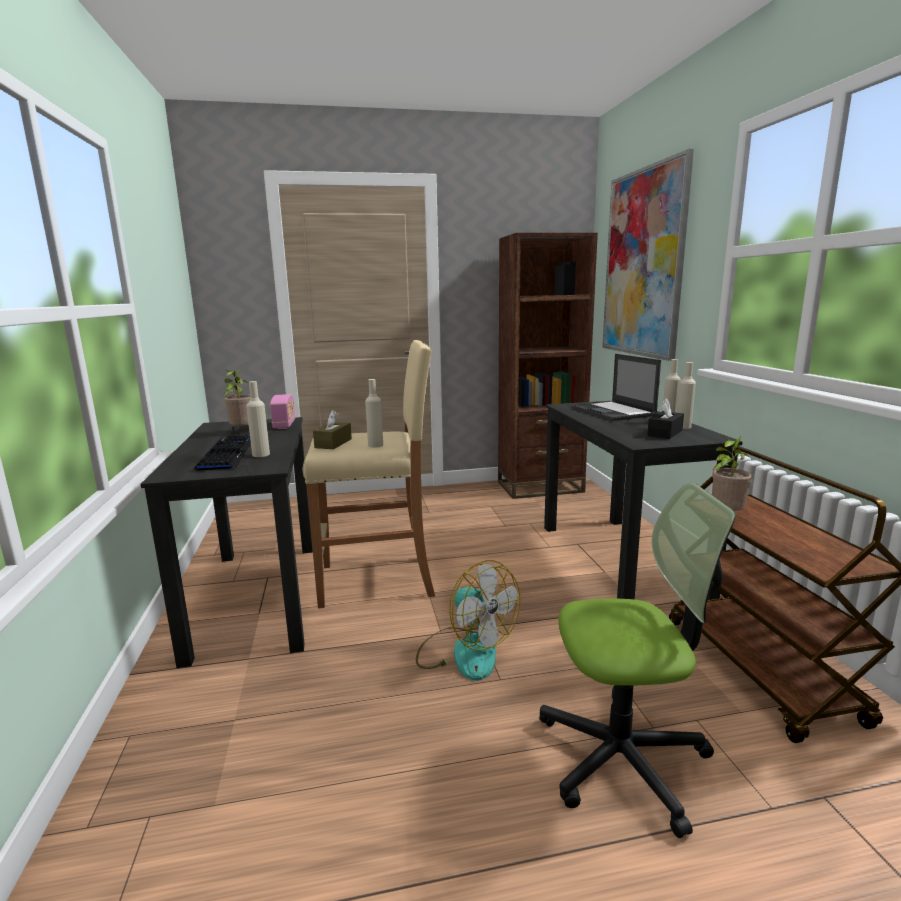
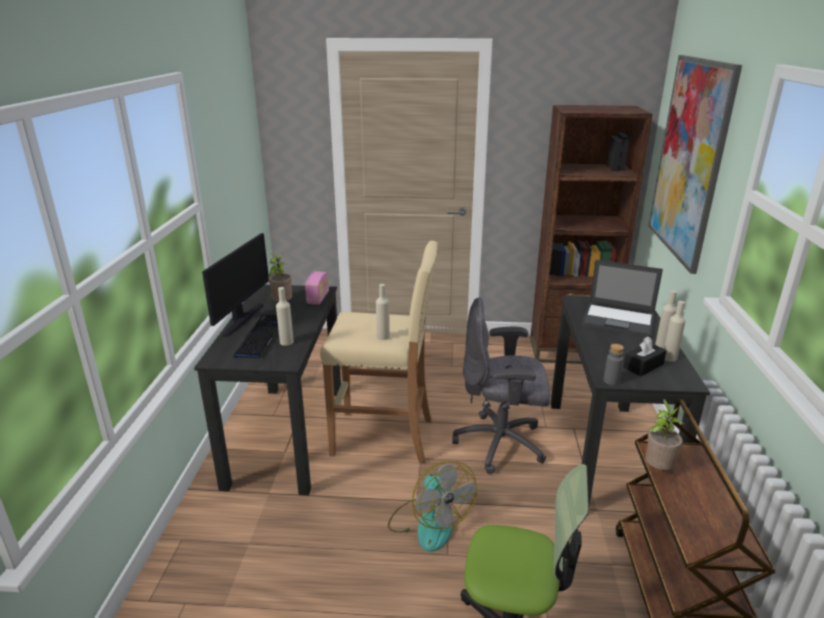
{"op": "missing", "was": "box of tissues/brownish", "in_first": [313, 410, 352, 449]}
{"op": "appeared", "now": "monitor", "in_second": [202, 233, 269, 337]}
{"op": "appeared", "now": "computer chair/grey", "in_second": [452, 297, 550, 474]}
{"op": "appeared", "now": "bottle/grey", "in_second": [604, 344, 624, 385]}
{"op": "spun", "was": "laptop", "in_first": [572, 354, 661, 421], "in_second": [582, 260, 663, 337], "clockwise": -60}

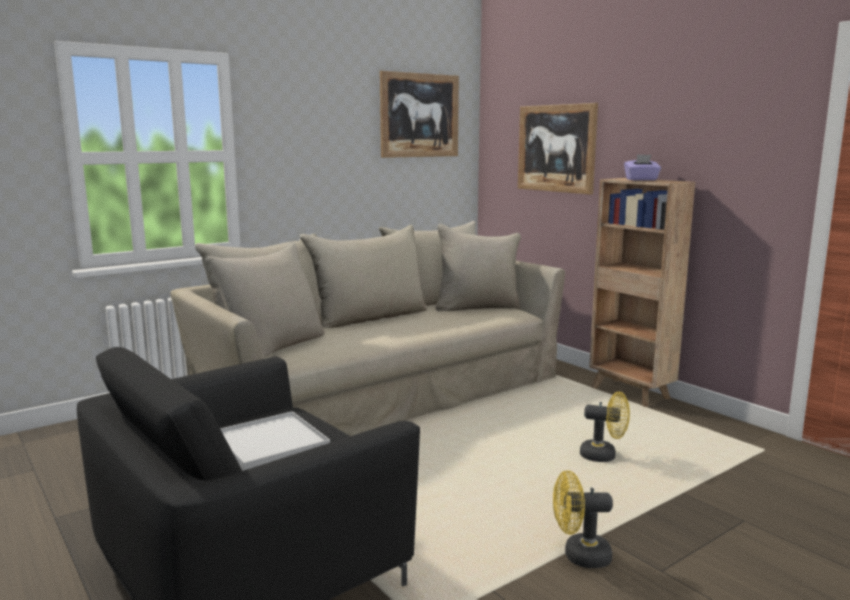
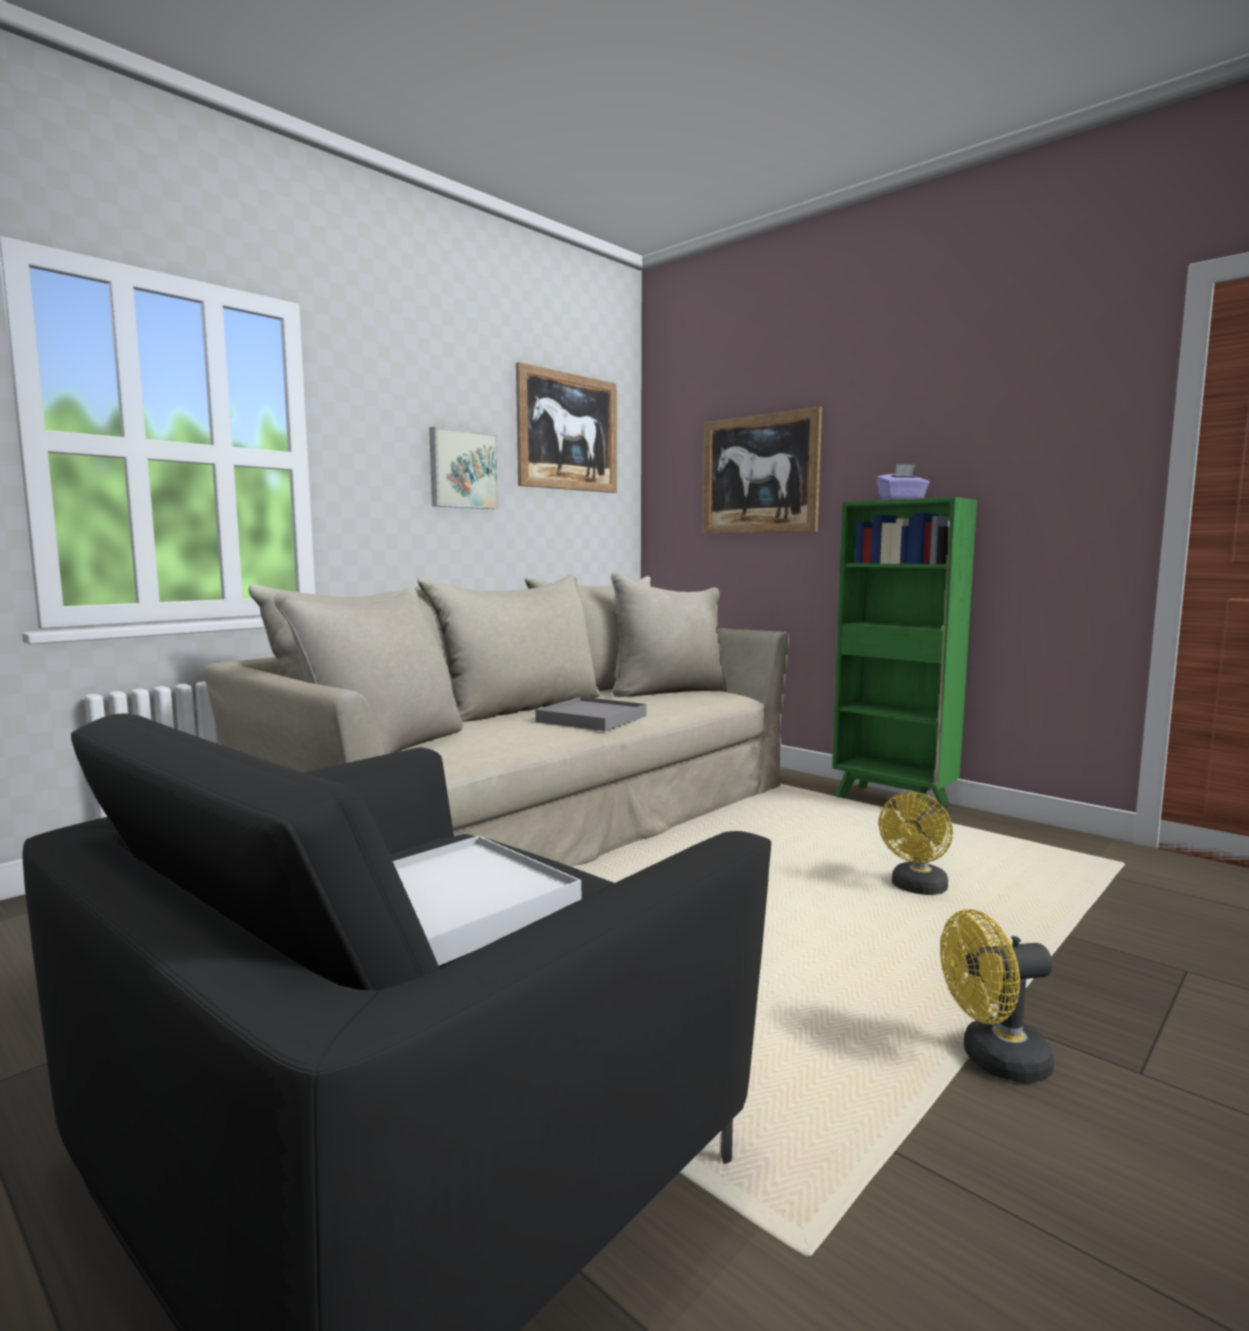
{"op": "appeared", "now": "wall picture", "in_second": [429, 426, 499, 509]}
{"op": "appeared", "now": "carrying tray/grey", "in_second": [535, 697, 647, 731]}
{"op": "colour", "was": "shelving unit/brownish", "now": "shelving unit/greenish", "in_first": [589, 178, 695, 407], "in_second": [832, 497, 977, 806]}
{"op": "spun", "was": "fan/yellow", "in_first": [580, 392, 630, 462], "in_second": [879, 792, 953, 895], "clockwise": 120}

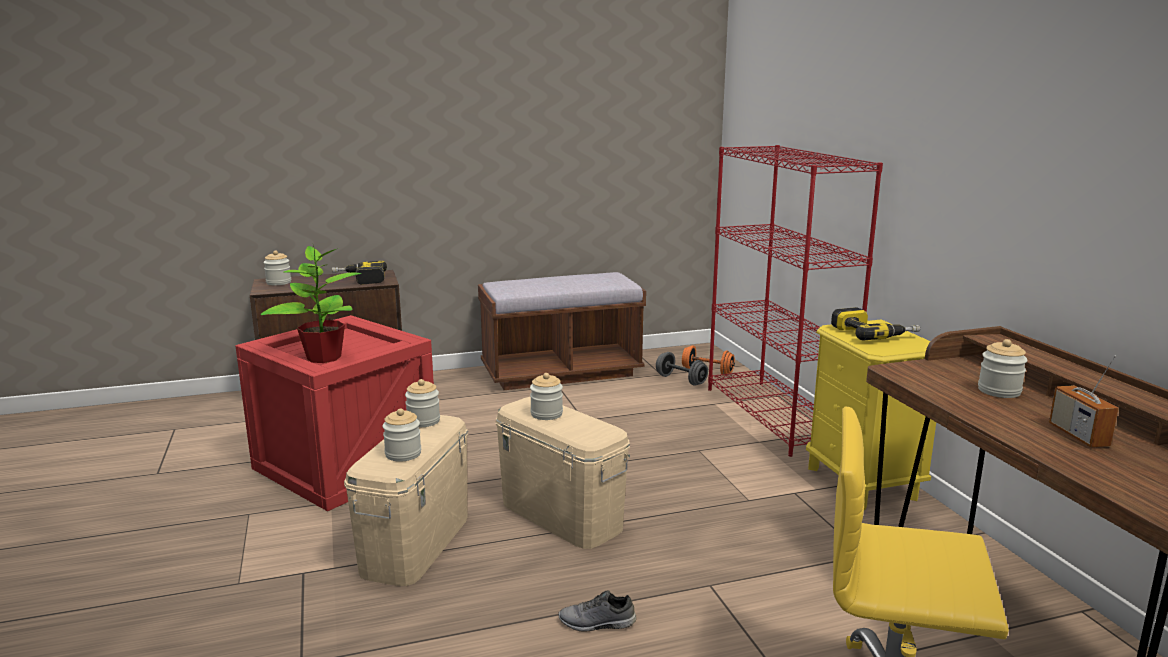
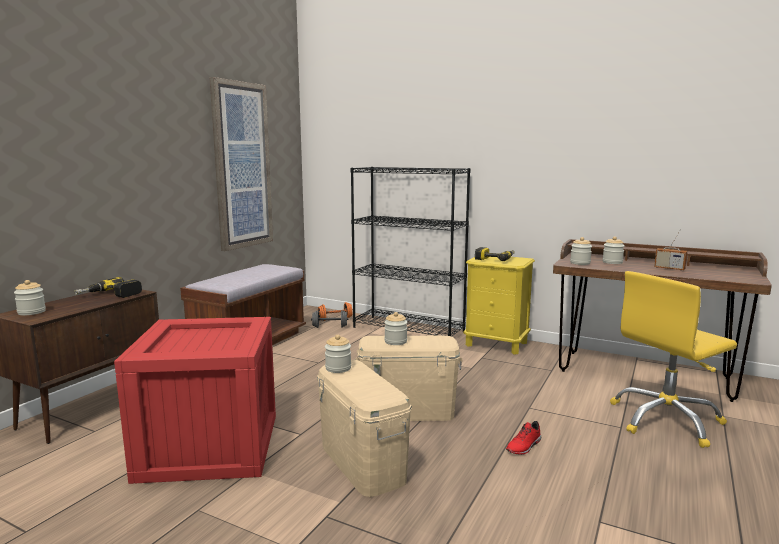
{"op": "missing", "was": "houseplant", "in_first": [260, 245, 361, 363]}
{"op": "appeared", "now": "wall picture", "in_second": [210, 77, 273, 251]}
{"op": "relocated", "was": "jar", "in_first": [383, 408, 421, 462], "in_second": [570, 237, 592, 265]}
{"op": "colour", "was": "item of footwear/grey", "now": "item of footwear/reddish", "in_first": [558, 590, 636, 632], "in_second": [506, 421, 541, 455]}
{"op": "colour", "was": "shelving unit/reddish", "now": "shelving unit/blackish", "in_first": [708, 145, 883, 457], "in_second": [351, 167, 471, 336]}

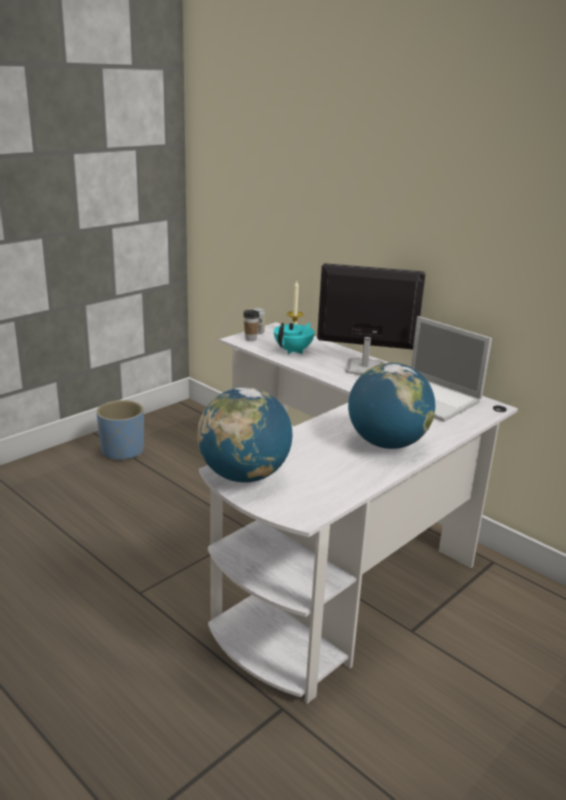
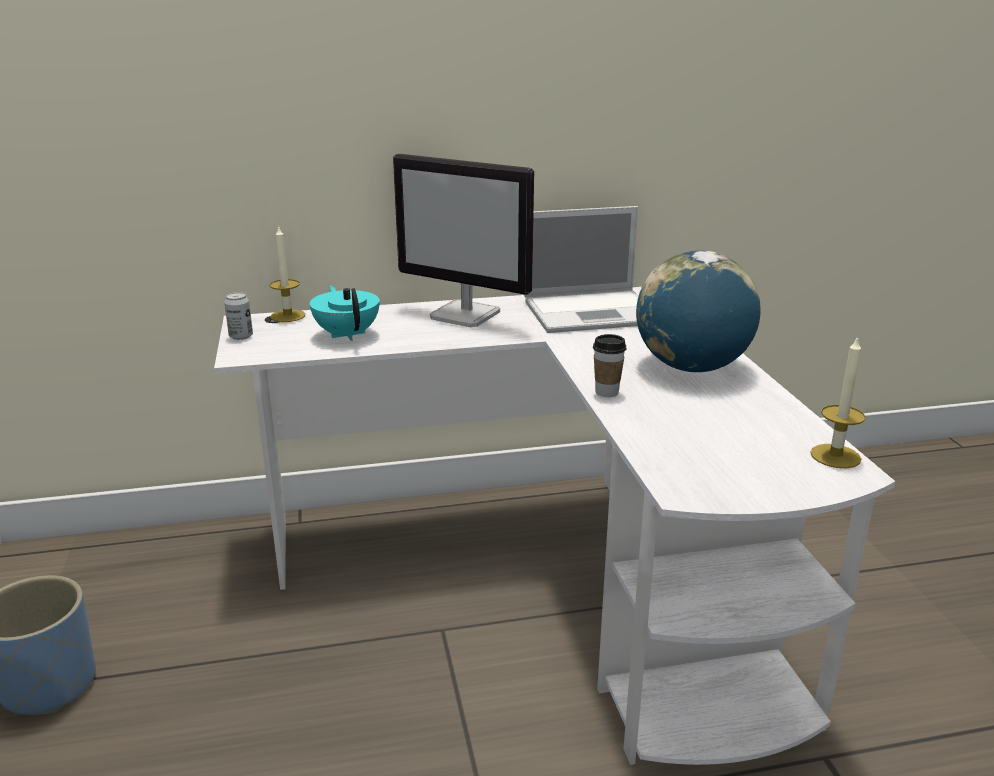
{"op": "missing", "was": "desk globe", "in_first": [197, 387, 292, 483]}
{"op": "appeared", "now": "wax candle", "in_second": [810, 336, 866, 468]}
{"op": "relocated", "was": "drinking cup", "in_first": [243, 310, 260, 341], "in_second": [593, 334, 626, 397]}
{"op": "spun", "was": "monitor", "in_first": [317, 263, 425, 375], "in_second": [393, 154, 534, 327], "clockwise": -105}

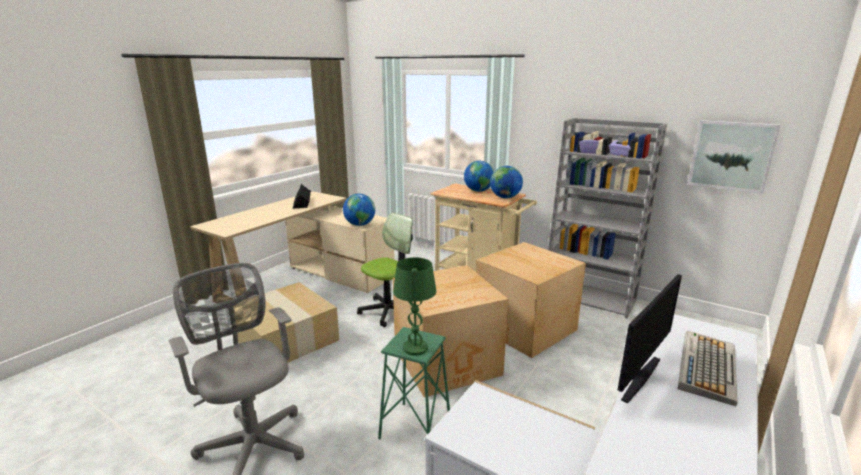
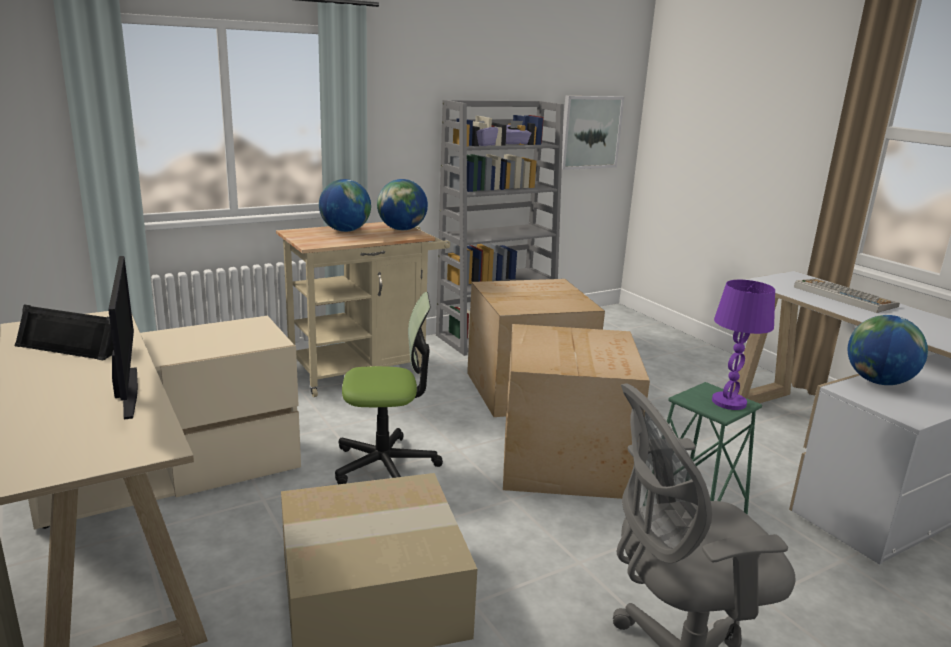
{"op": "relocated", "was": "desk globe", "in_first": [343, 193, 375, 226], "in_second": [848, 315, 928, 385]}
{"op": "relocated", "was": "monitor", "in_first": [618, 274, 682, 403], "in_second": [108, 256, 138, 420]}
{"op": "colour", "was": "lamp for a table/greenish", "now": "lamp for a table/purple", "in_first": [393, 257, 436, 356], "in_second": [712, 280, 775, 410]}
{"op": "spun", "was": "computer chair", "in_first": [357, 213, 413, 327], "in_second": [335, 292, 443, 484], "clockwise": 105}

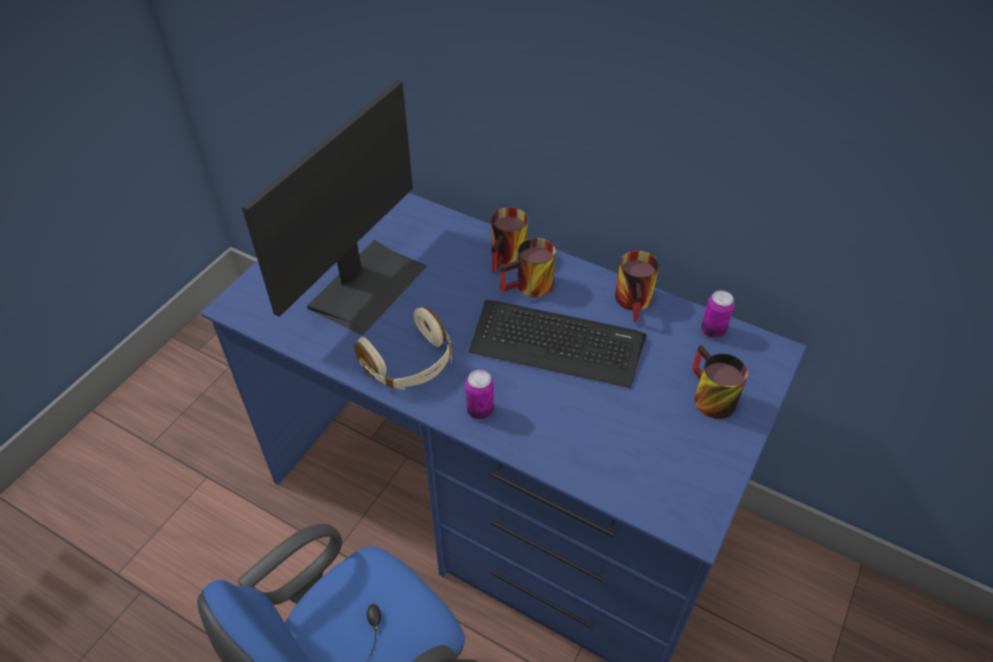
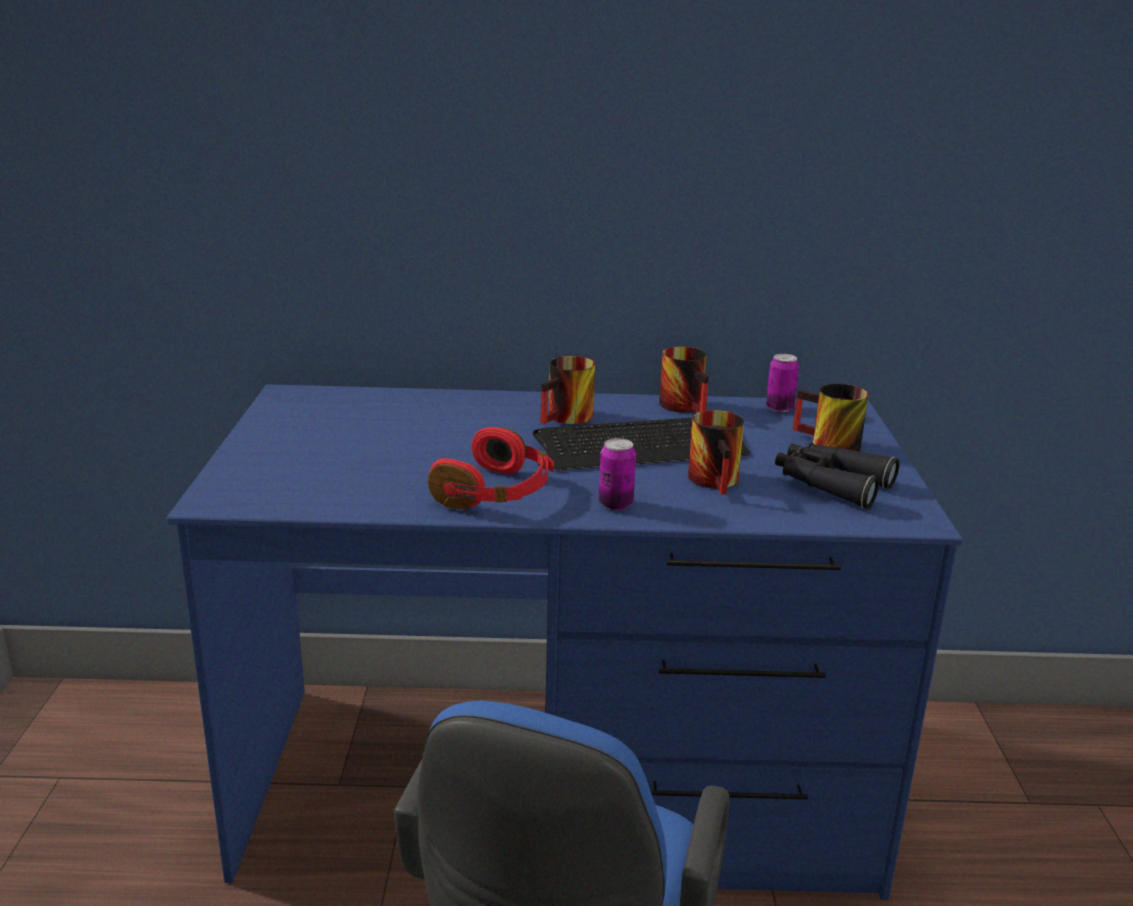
{"op": "missing", "was": "monitor", "in_first": [242, 80, 427, 336]}
{"op": "appeared", "now": "pair of binoculars/blackish", "in_second": [775, 442, 900, 509]}
{"op": "relocated", "was": "tea mug", "in_first": [491, 207, 528, 273], "in_second": [688, 410, 744, 494]}
{"op": "colour", "was": "headset/sand-coloured", "now": "headset/reddish", "in_first": [354, 307, 452, 390], "in_second": [428, 427, 554, 509]}

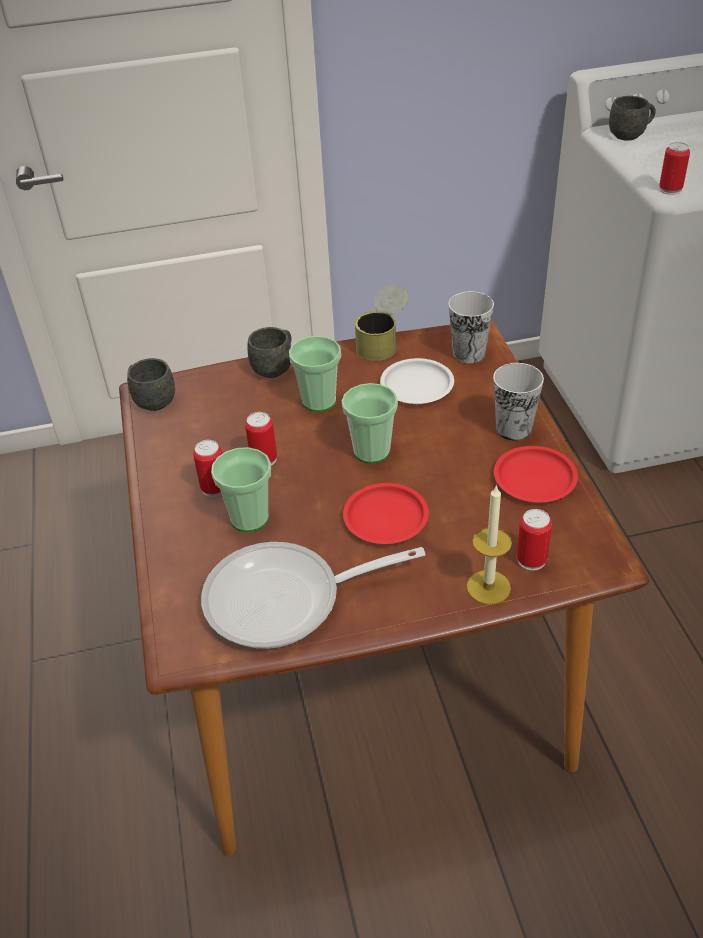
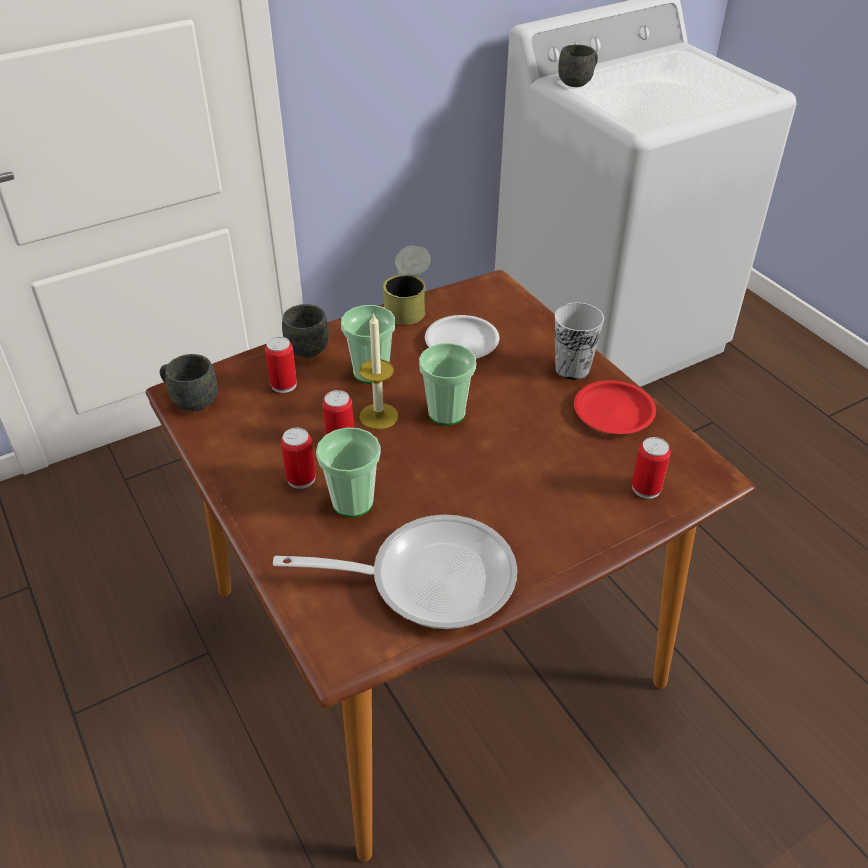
{"op": "missing", "was": "dinner plate/reddish", "in_first": [343, 483, 429, 544]}
{"op": "missing", "was": "drinking cup", "in_first": [448, 291, 494, 363]}
{"op": "relocated", "was": "wax candle", "in_first": [467, 484, 512, 605], "in_second": [359, 312, 398, 430]}
{"op": "relocated", "was": "sealed can", "in_first": [659, 142, 690, 195], "in_second": [265, 336, 297, 393]}
{"op": "spun", "was": "skillet", "in_first": [201, 542, 426, 649], "in_second": [273, 515, 517, 629], "clockwise": -150}

